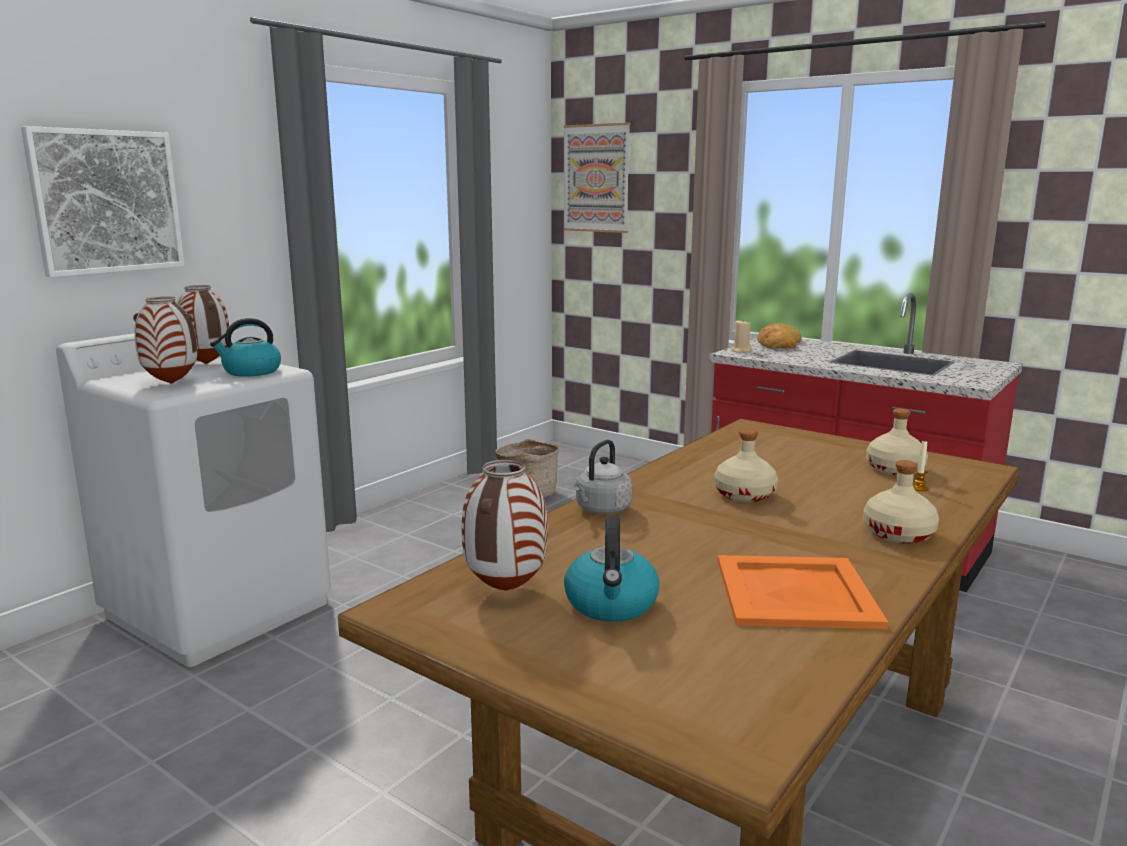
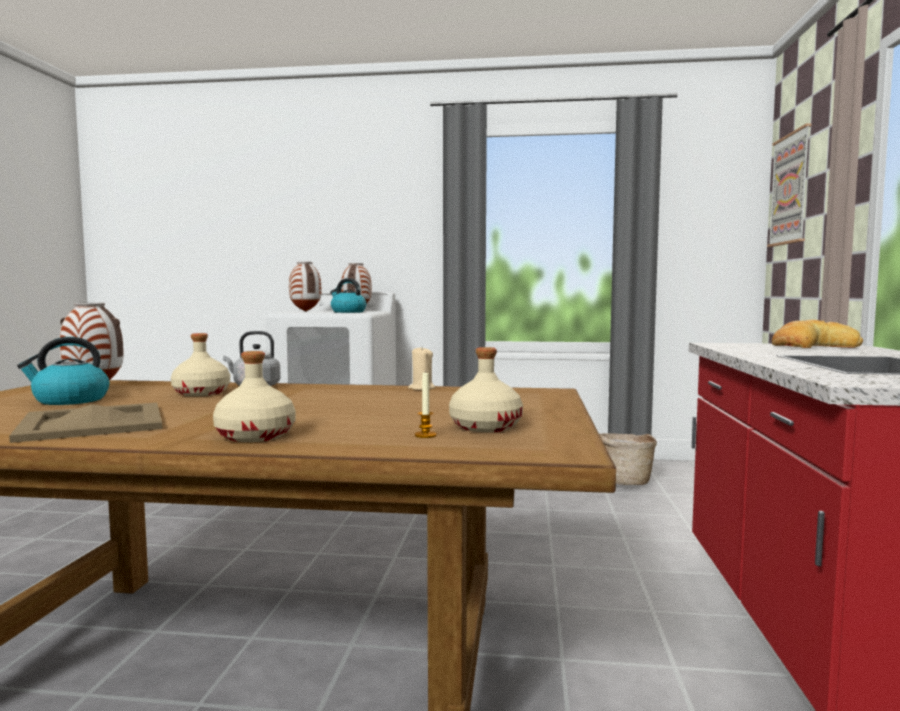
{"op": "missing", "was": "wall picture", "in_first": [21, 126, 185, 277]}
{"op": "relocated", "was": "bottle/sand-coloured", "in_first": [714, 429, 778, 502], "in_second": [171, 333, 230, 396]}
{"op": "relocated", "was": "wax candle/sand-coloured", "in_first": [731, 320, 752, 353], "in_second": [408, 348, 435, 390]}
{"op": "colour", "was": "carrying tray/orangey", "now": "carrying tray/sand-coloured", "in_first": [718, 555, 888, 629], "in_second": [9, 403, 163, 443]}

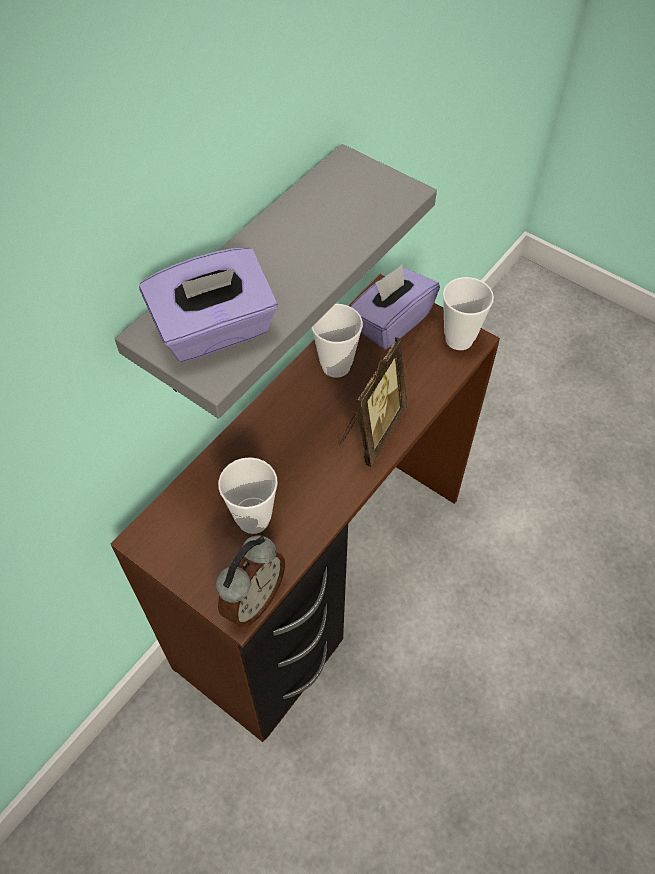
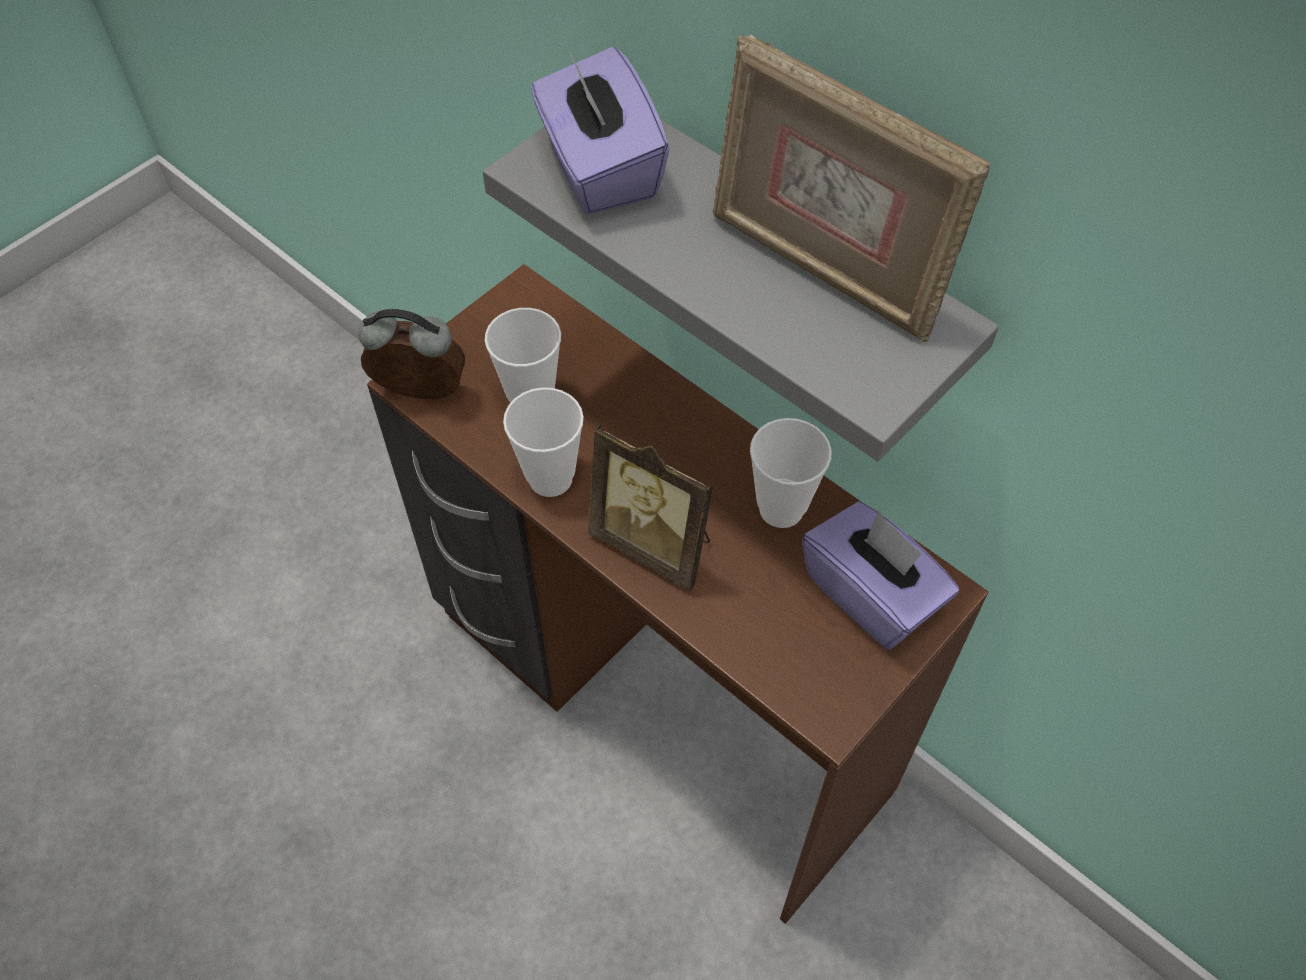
{"op": "appeared", "now": "photo frame", "in_second": [713, 35, 990, 342]}
{"op": "relocated", "was": "drinking cup", "in_first": [443, 277, 494, 350], "in_second": [503, 387, 584, 497]}
{"op": "spun", "was": "bedside clock", "in_first": [216, 536, 285, 627], "in_second": [358, 309, 465, 399], "clockwise": 150}

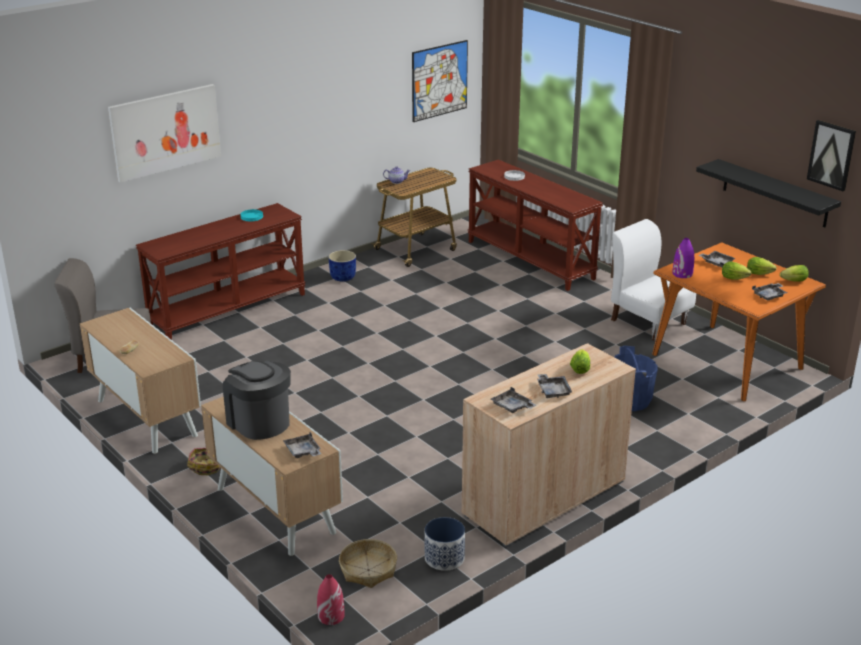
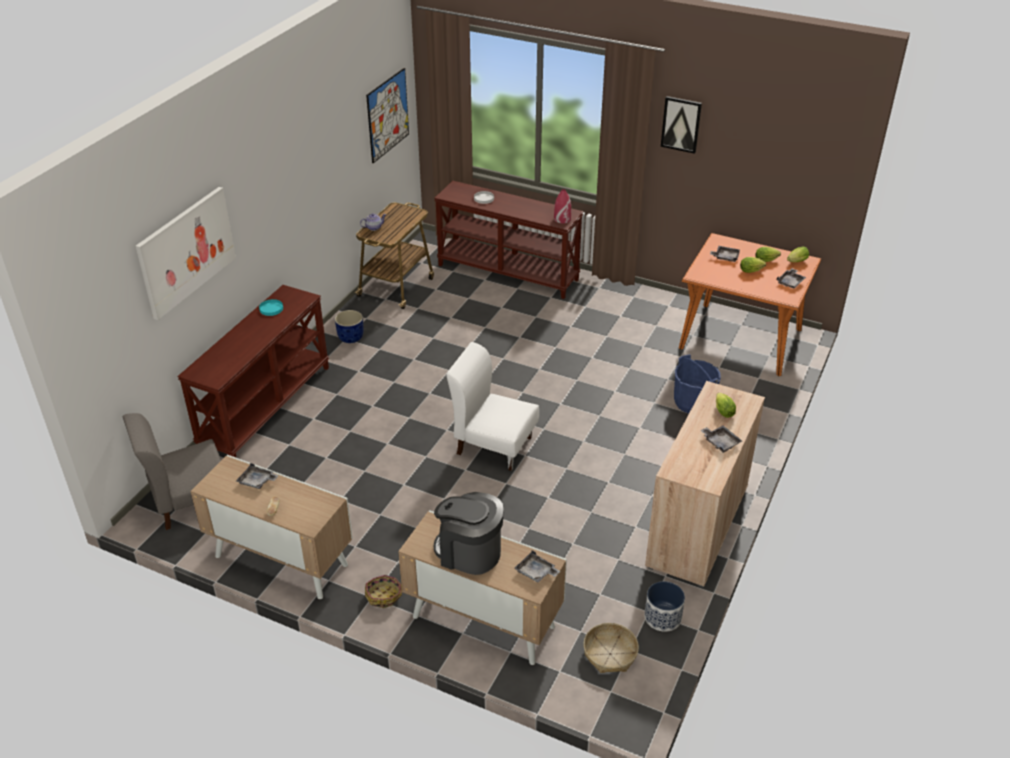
{"op": "missing", "was": "vase/purple", "in_first": [672, 238, 694, 278]}
{"op": "missing", "was": "bracket shelf/blackish", "in_first": [696, 159, 841, 227]}
{"op": "relocated", "was": "vase/reddish", "in_first": [317, 574, 345, 625], "in_second": [554, 189, 571, 223]}
{"op": "relocated", "was": "carrying tray/grey", "in_first": [491, 387, 536, 413], "in_second": [236, 463, 279, 489]}
{"op": "relocated", "was": "plain chair/whitish", "in_first": [611, 219, 696, 341], "in_second": [446, 342, 539, 471]}
{"op": "relocated", "was": "wall picture", "in_first": [807, 120, 856, 191], "in_second": [661, 96, 702, 154]}

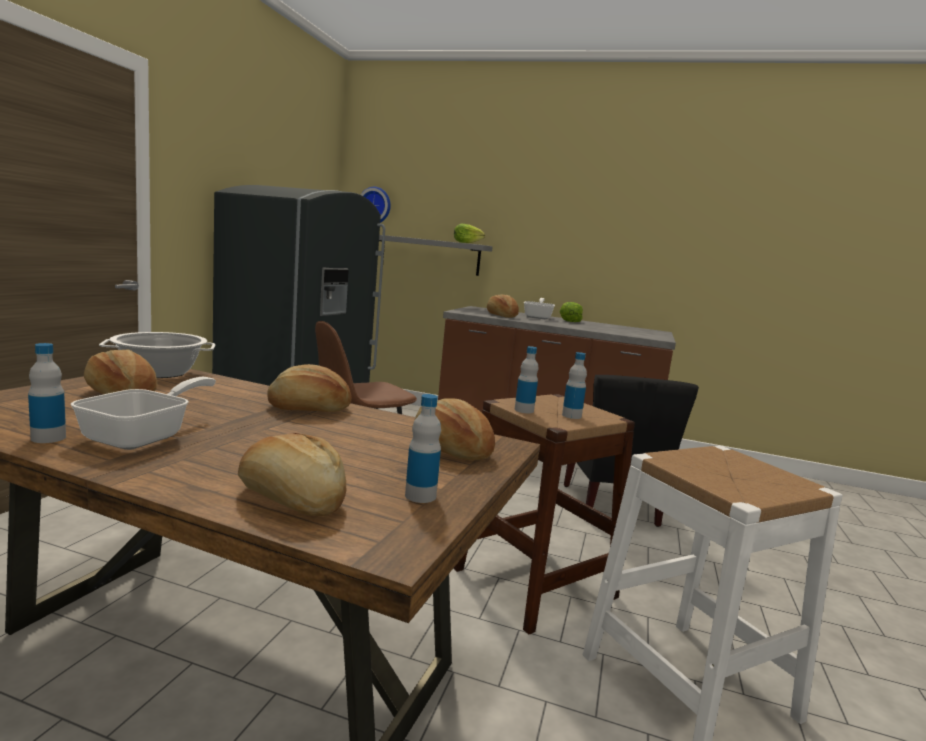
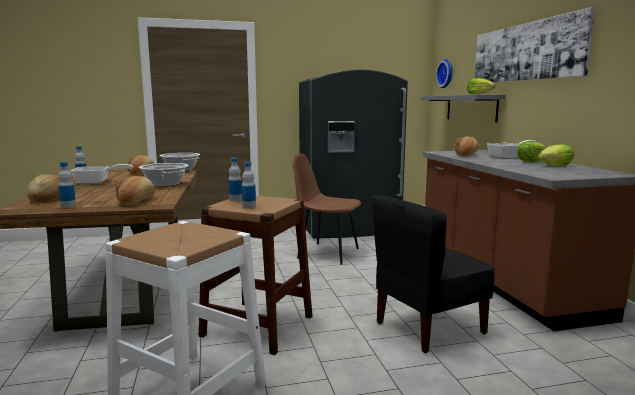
{"op": "appeared", "now": "wall picture", "in_second": [475, 7, 595, 83]}
{"op": "appeared", "now": "head of lettuce", "in_second": [538, 144, 574, 166]}
{"op": "exchanged", "was": "bakery bread", "now": "cooking pot", "in_first": [267, 364, 352, 412], "in_second": [139, 163, 189, 187]}

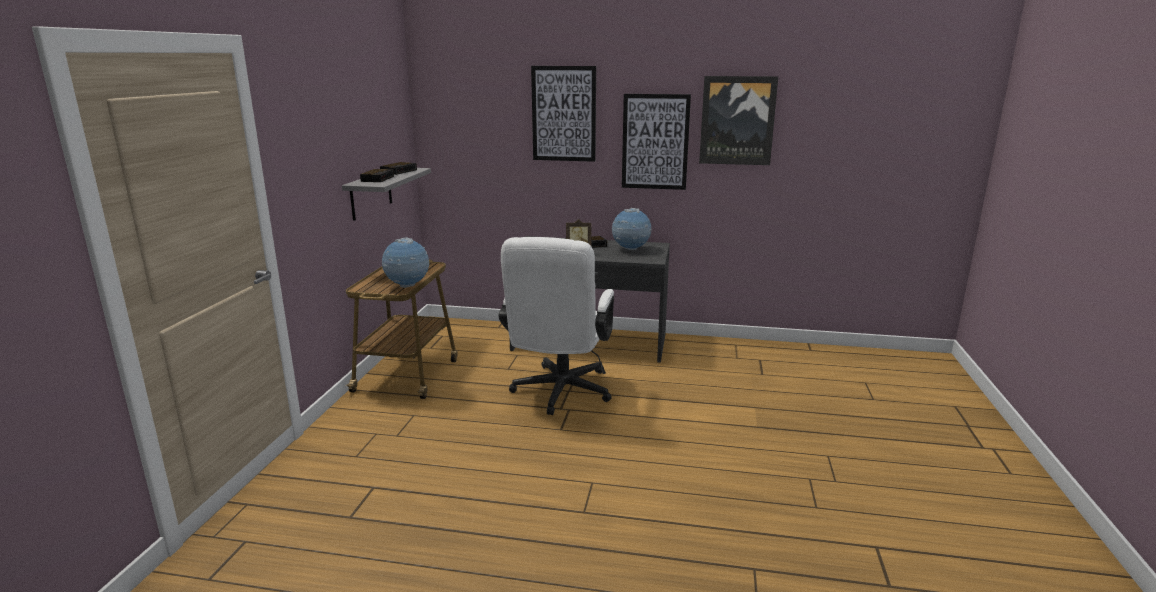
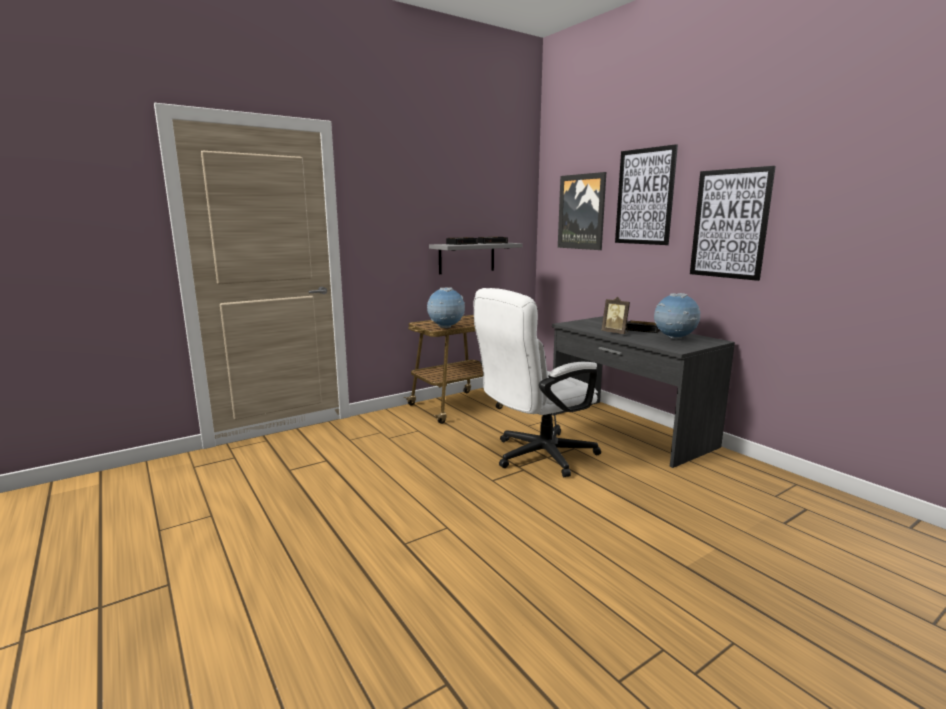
{"op": "relocated", "was": "wall picture", "in_first": [699, 76, 778, 165], "in_second": [558, 172, 606, 250]}

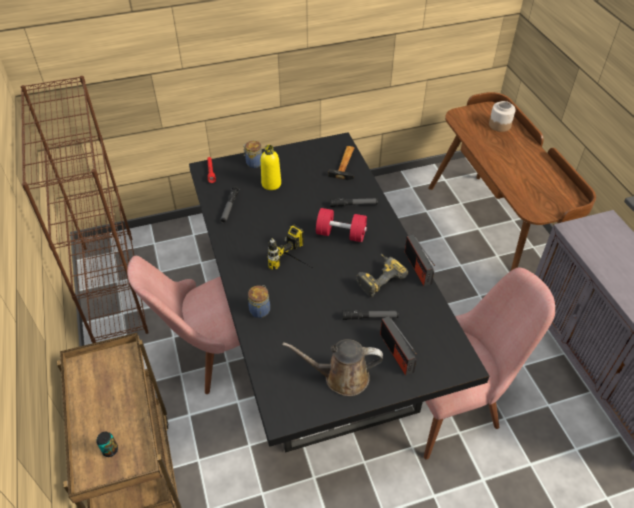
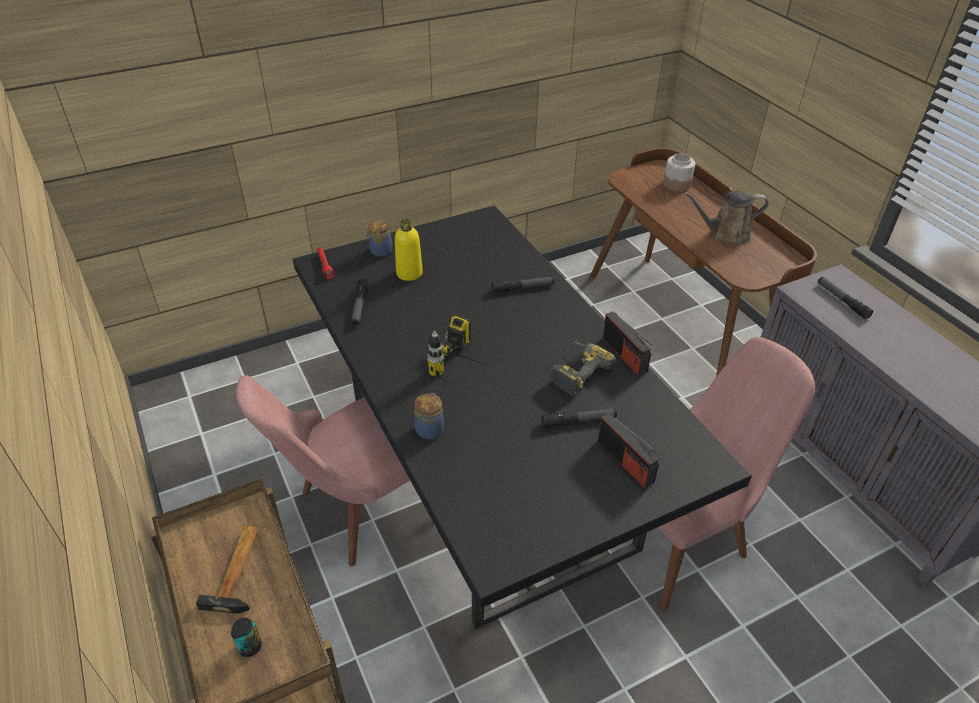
{"op": "missing", "was": "shelving unit/brownish", "in_first": [21, 76, 149, 343]}
{"op": "missing", "was": "hand weight/reddish", "in_first": [316, 208, 367, 242]}
{"op": "appeared", "now": "flashlight", "in_second": [818, 277, 873, 319]}
{"op": "relocated", "was": "watering can/brownish", "in_first": [283, 339, 383, 396], "in_second": [684, 190, 769, 245]}
{"op": "relocated", "was": "tool hammer", "in_first": [328, 146, 354, 180], "in_second": [196, 526, 259, 614]}

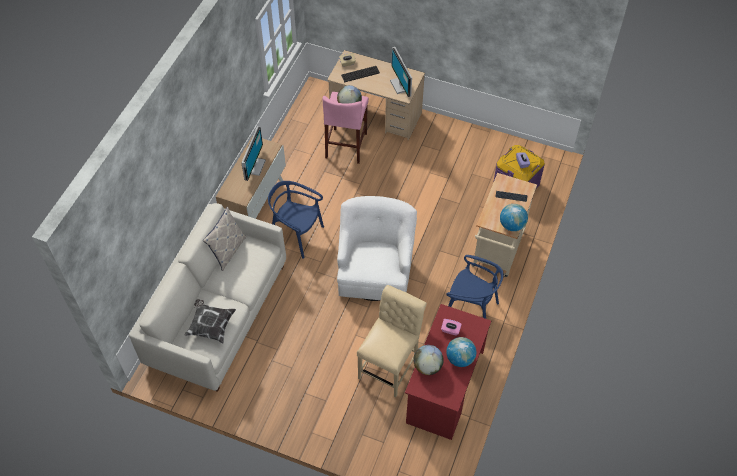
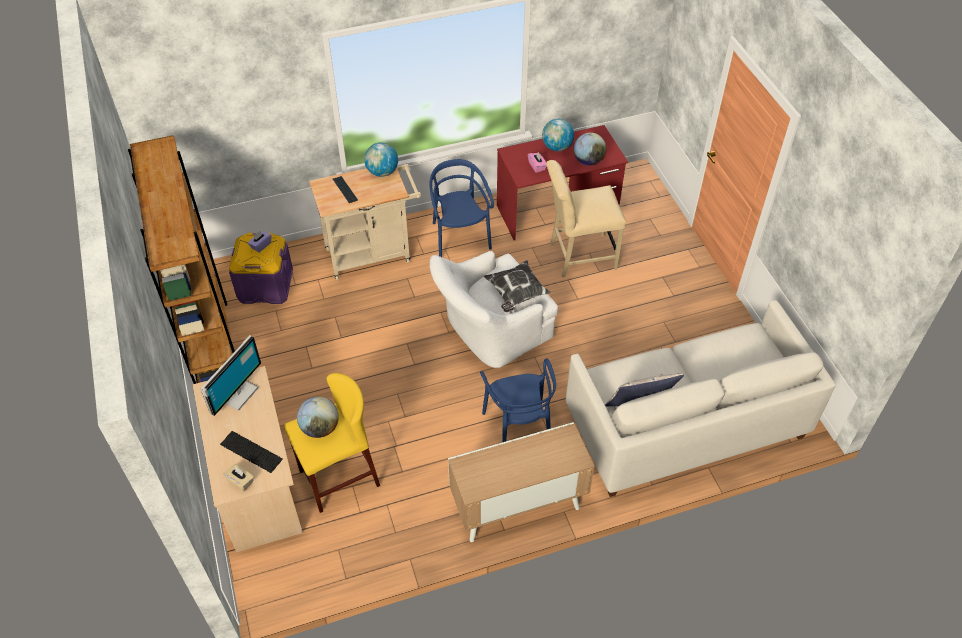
{"op": "missing", "was": "monitor", "in_first": [241, 126, 266, 181]}
{"op": "appeared", "now": "shelving unit/brownish", "in_second": [128, 135, 235, 384]}
{"op": "relocated", "was": "throw pillow", "in_first": [185, 299, 236, 343], "in_second": [484, 260, 551, 312]}
{"op": "colour", "was": "stool/pinkish", "now": "stool/yellow", "in_first": [323, 92, 369, 164], "in_second": [284, 373, 380, 513]}

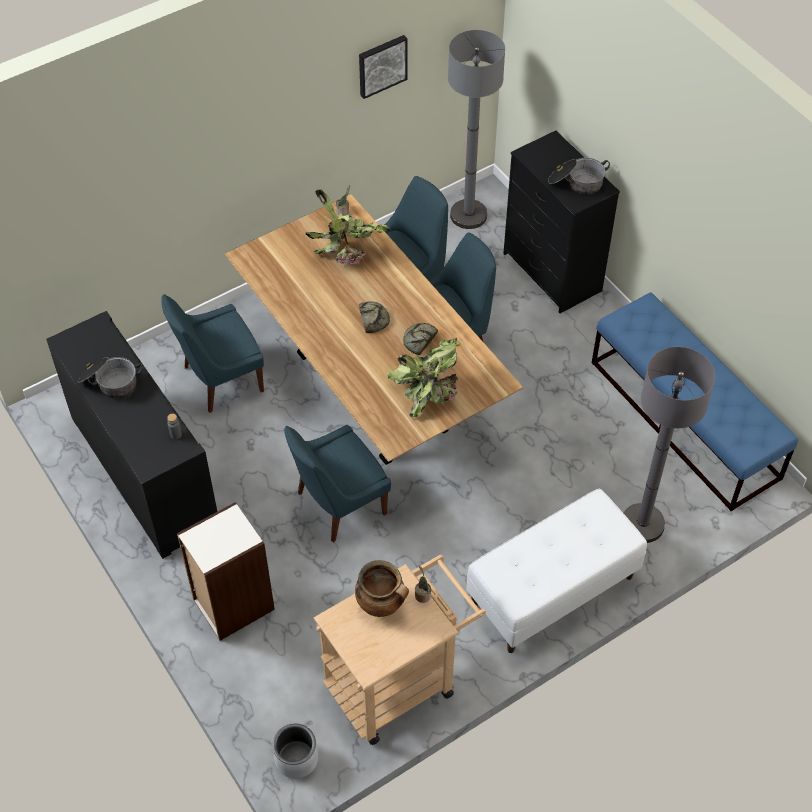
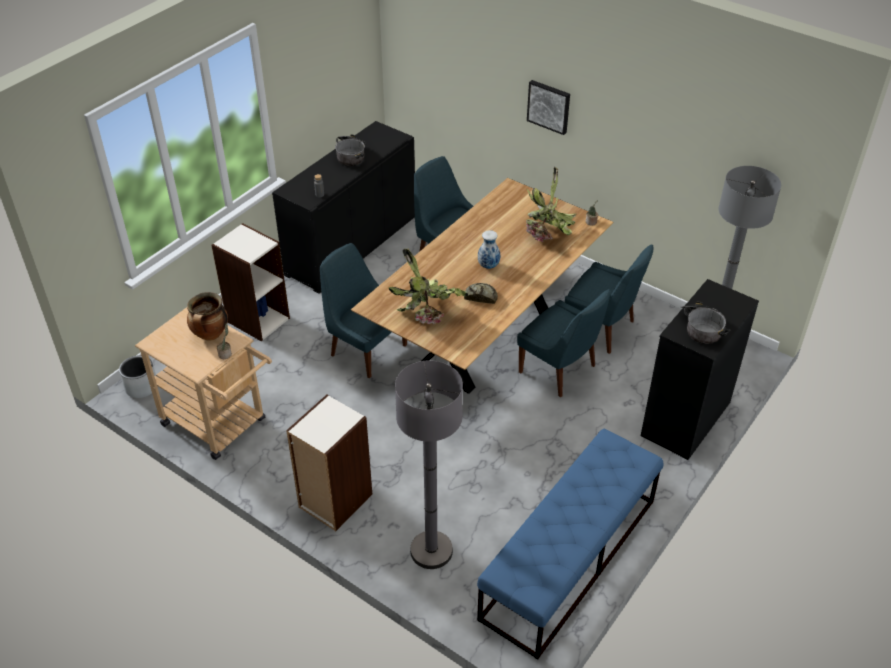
{"op": "relocated", "was": "wall picture", "in_first": [359, 35, 408, 99], "in_second": [527, 80, 570, 135]}
{"op": "exchanged", "was": "bakery bread", "now": "vase", "in_first": [359, 301, 390, 333], "in_second": [478, 230, 500, 269]}
{"op": "exchanged", "was": "bench/whitish", "now": "shelving unit", "in_first": [466, 489, 647, 653], "in_second": [286, 395, 372, 531]}

